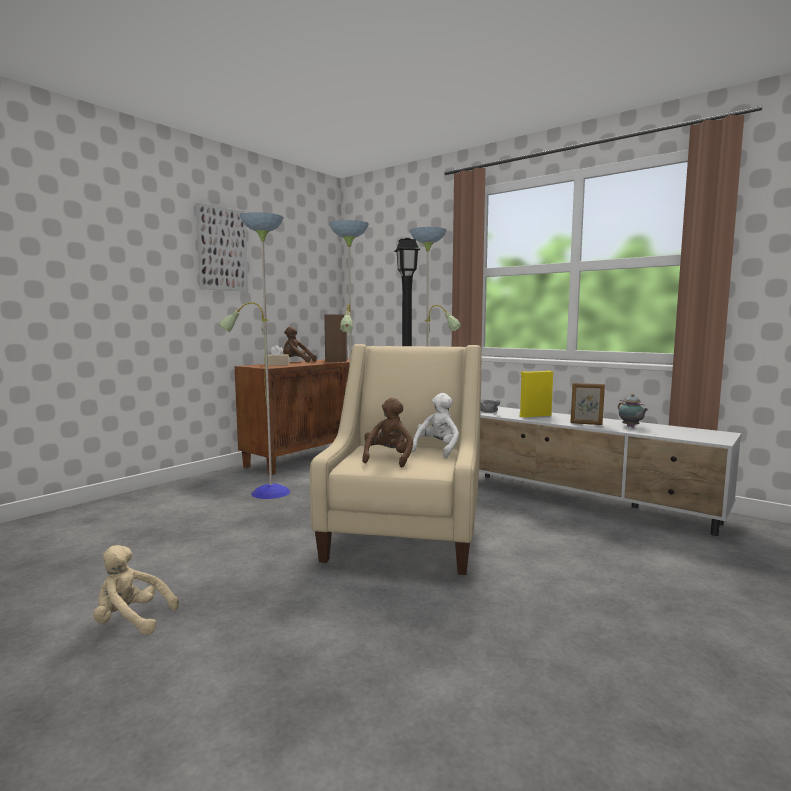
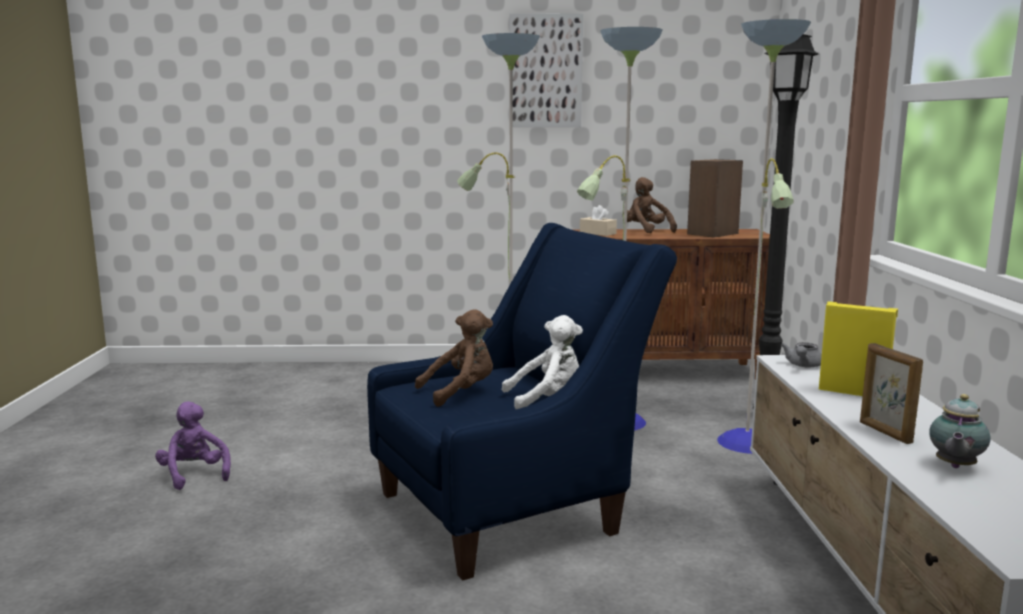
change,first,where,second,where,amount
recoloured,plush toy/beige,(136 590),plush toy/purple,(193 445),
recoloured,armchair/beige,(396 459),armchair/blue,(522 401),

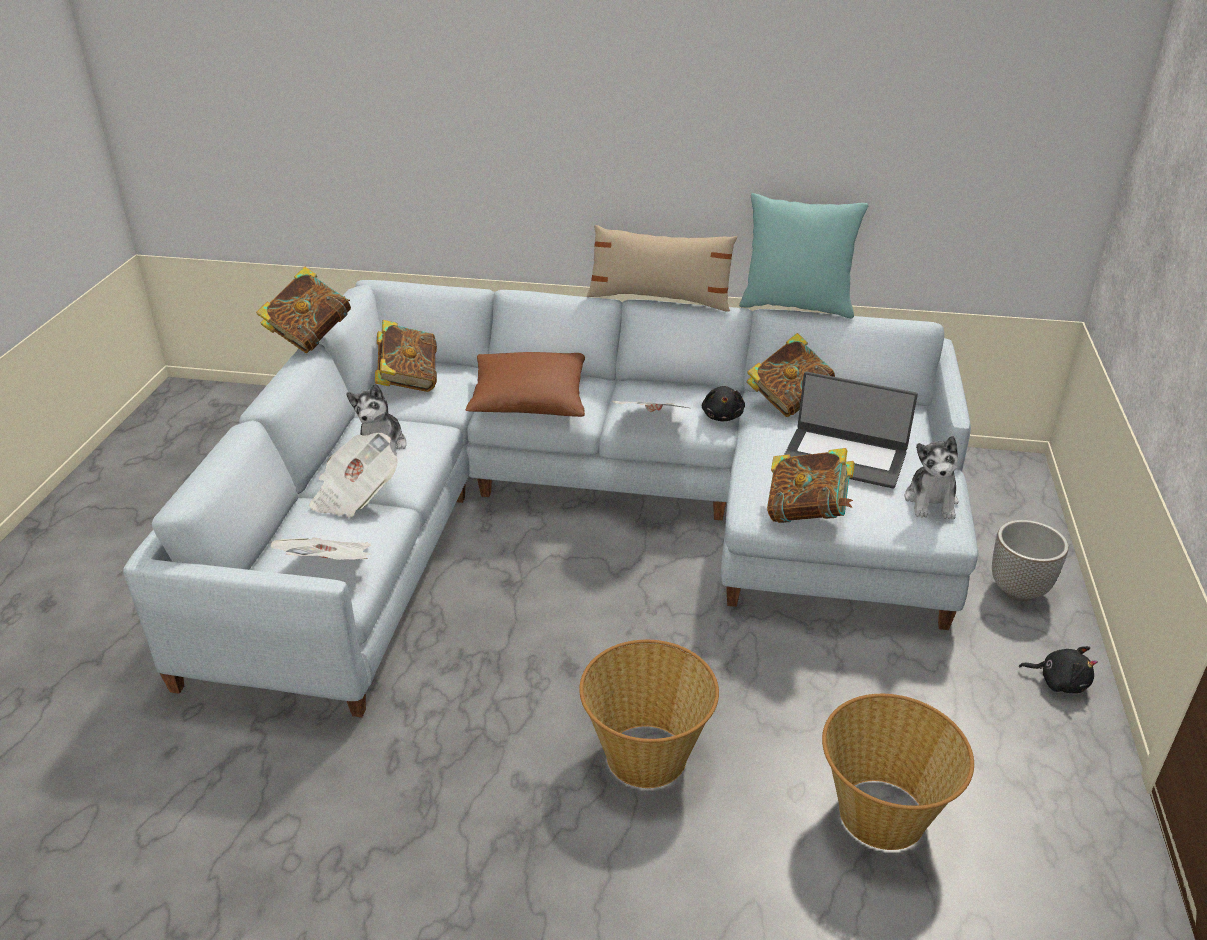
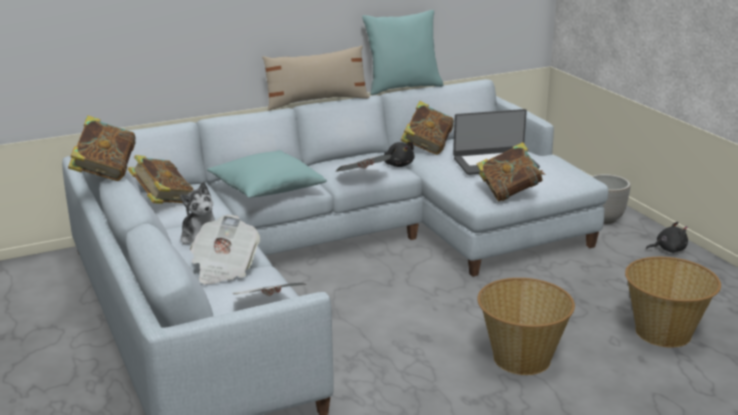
change,first,where,second,where,amount
removed,plush toy,(932 477),,,
recoloured,pillow/brown,(525 384),pillow/turquoise,(267 174),

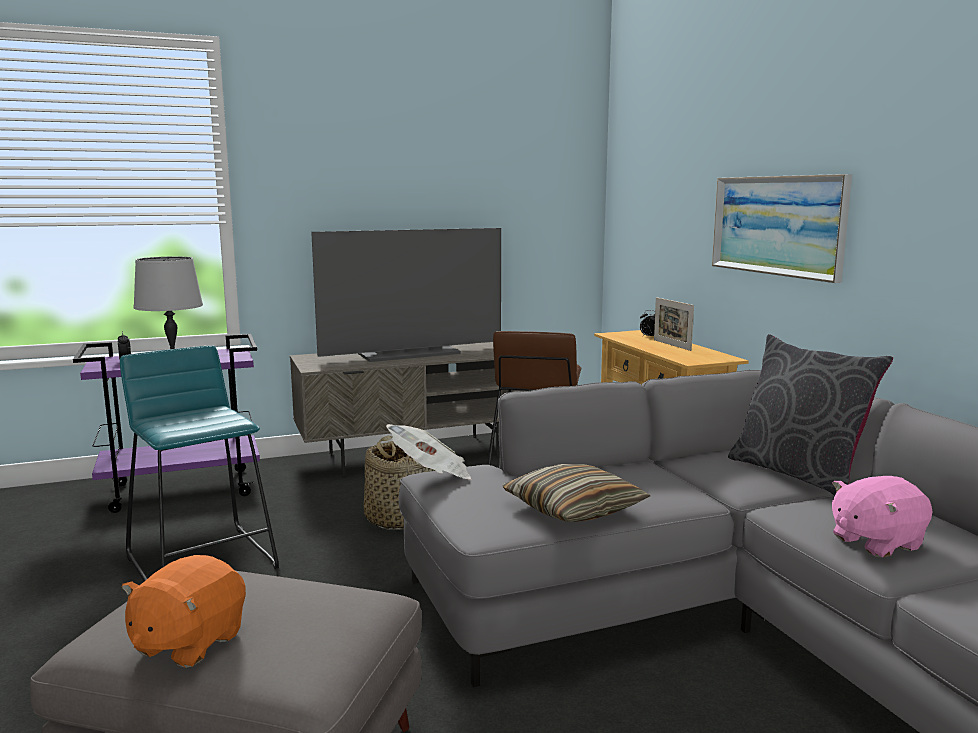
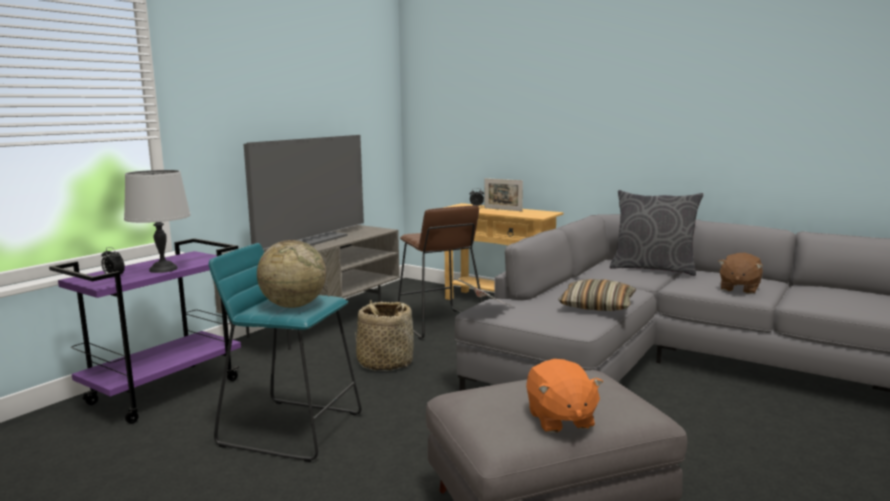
change,first,where,second,where,amount
removed,picture,(782 228),,,
added,,,globe,(291 274),
recoloured,plush toy/pink,(882 517),plush toy/brown,(740 273),

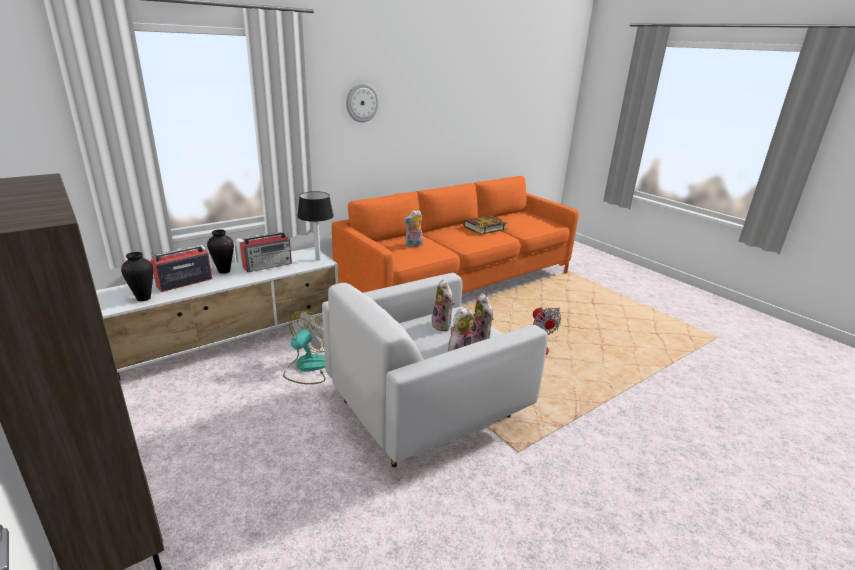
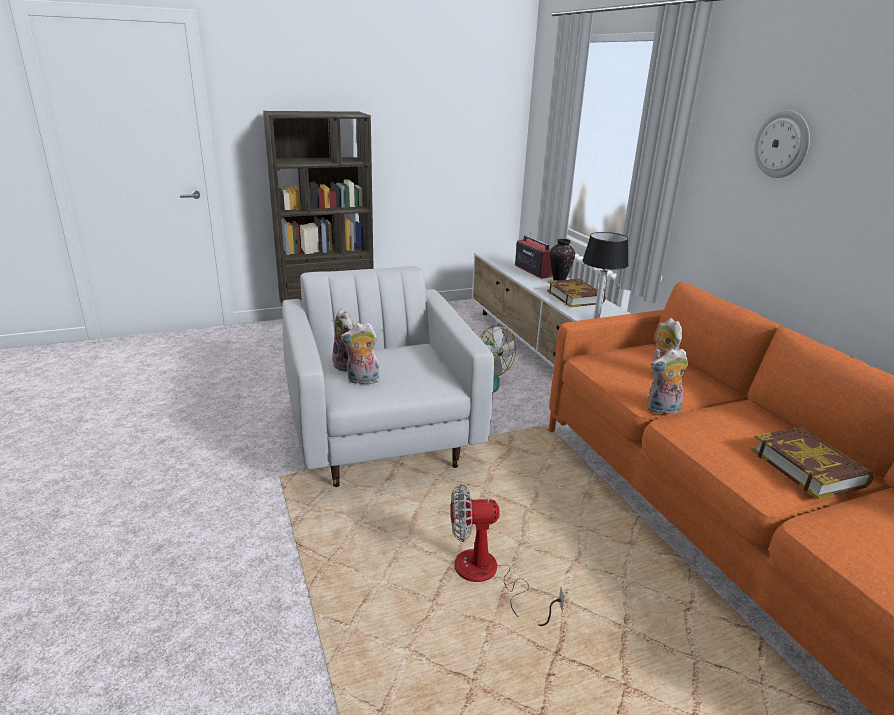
change,first,where,second,where,amount
removed,vase,(137 276),,,
moved,plush toy,(442 305),,(667 381),
replaced,radio,(266 252),book,(576 293),

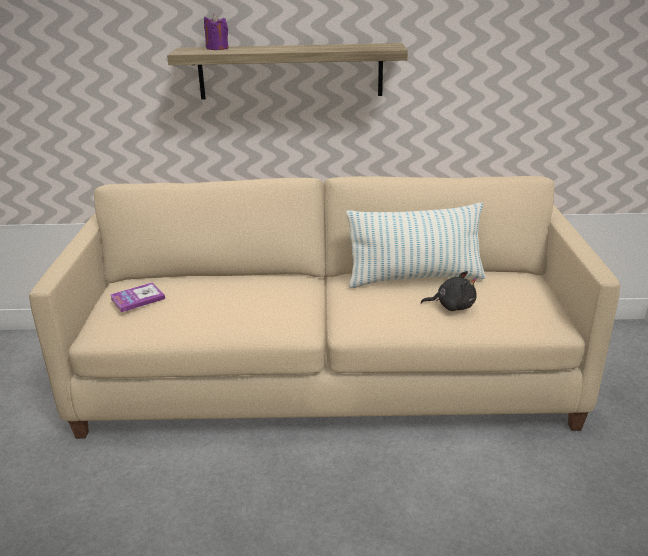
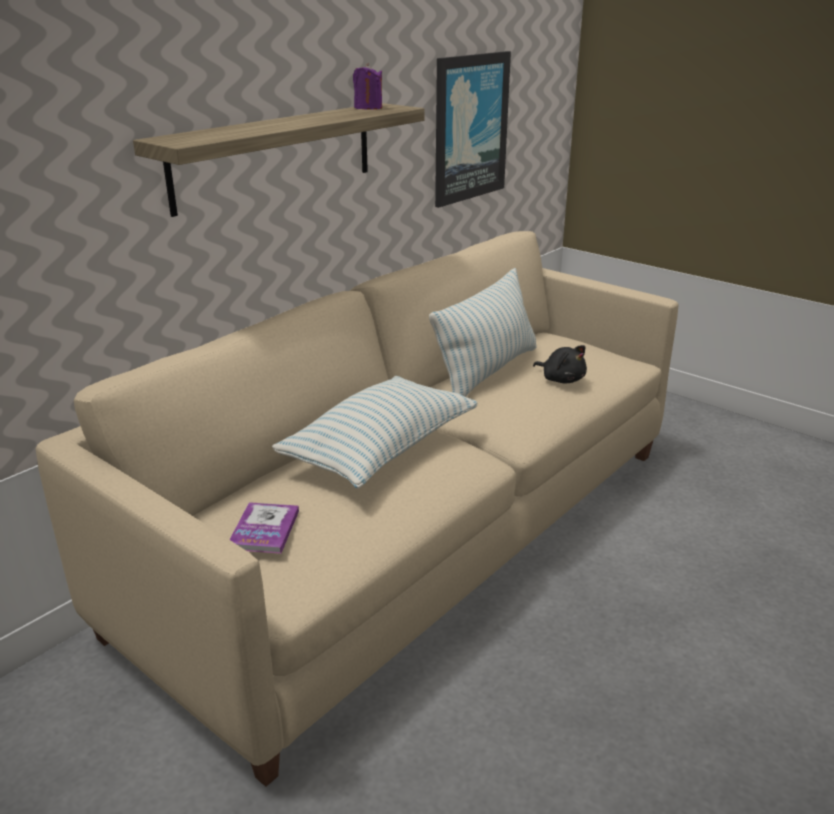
change,first,where,second,where,amount
added,,,pillow,(374 432),
added,,,picture,(473 129),
moved,candle/purple,(216 32),,(367 86),
turned,plush toy/black,(449 291),,(560 364),90 degrees clockwise

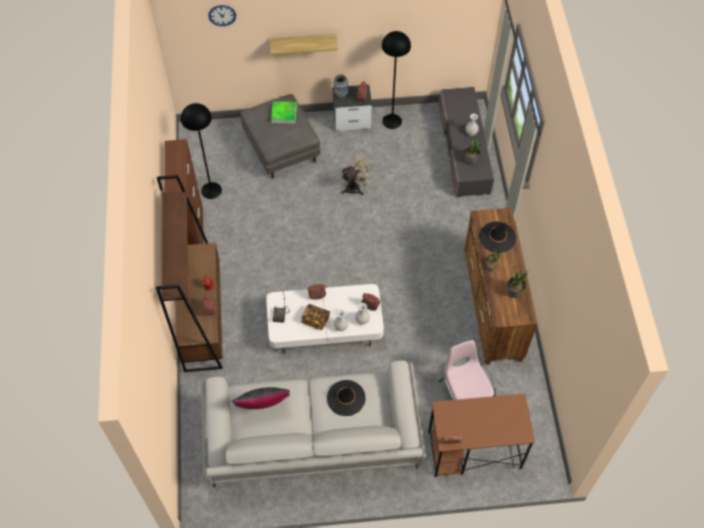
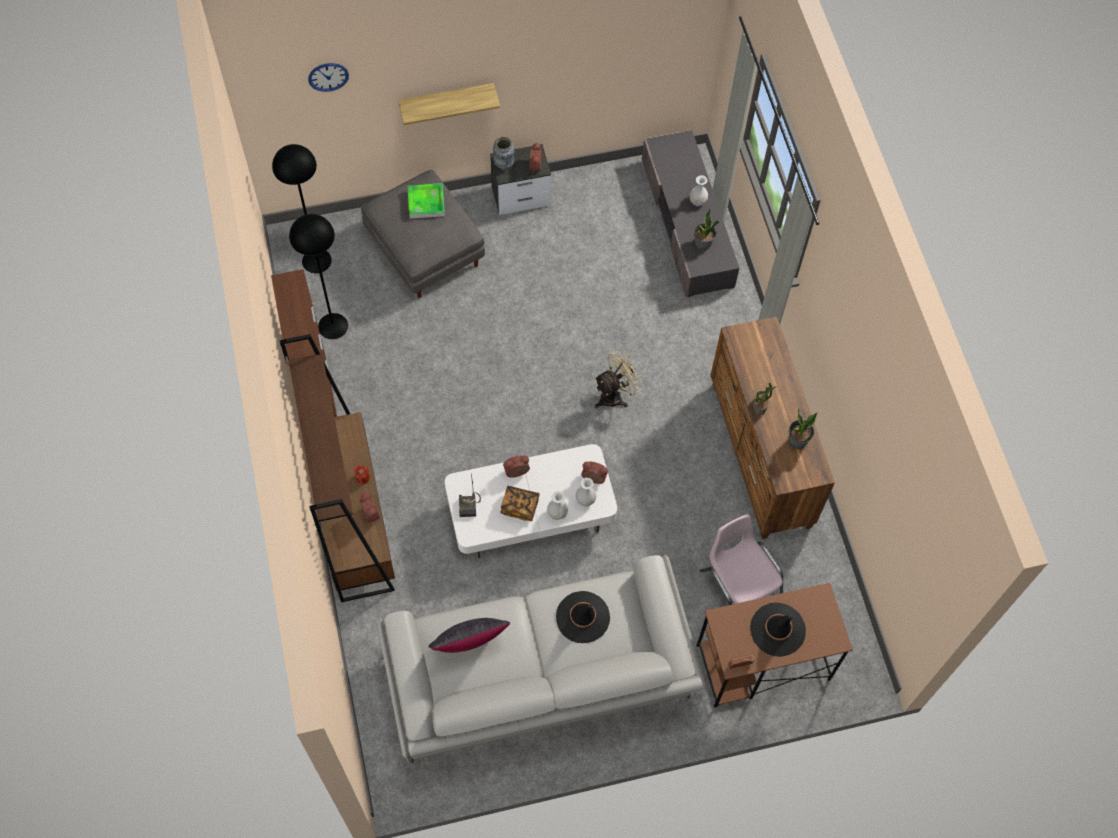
change,first,where,second,where,amount
moved,fan/beige,(357 174),,(619 378),
moved,floor lamp/black,(396 80),,(302 208),
moved,hat/black,(497 237),,(778 630),

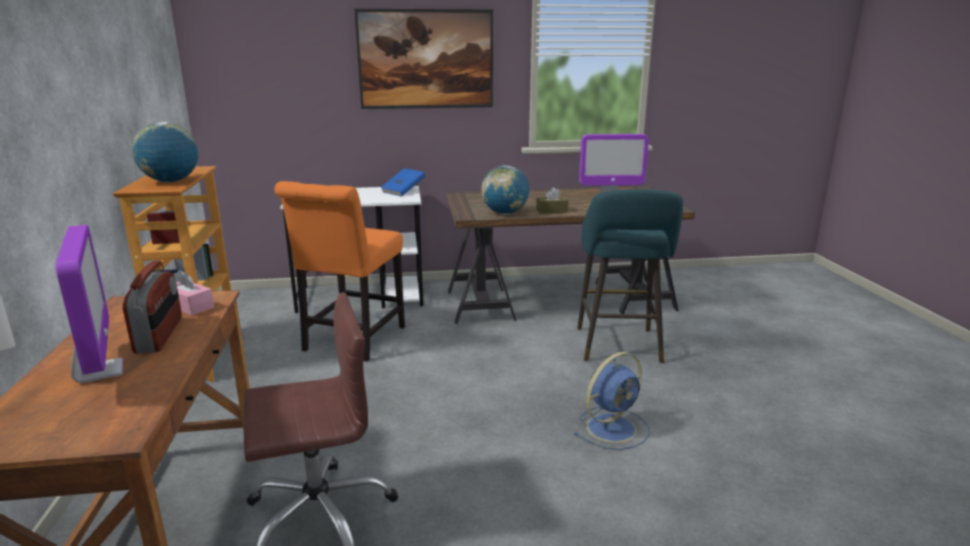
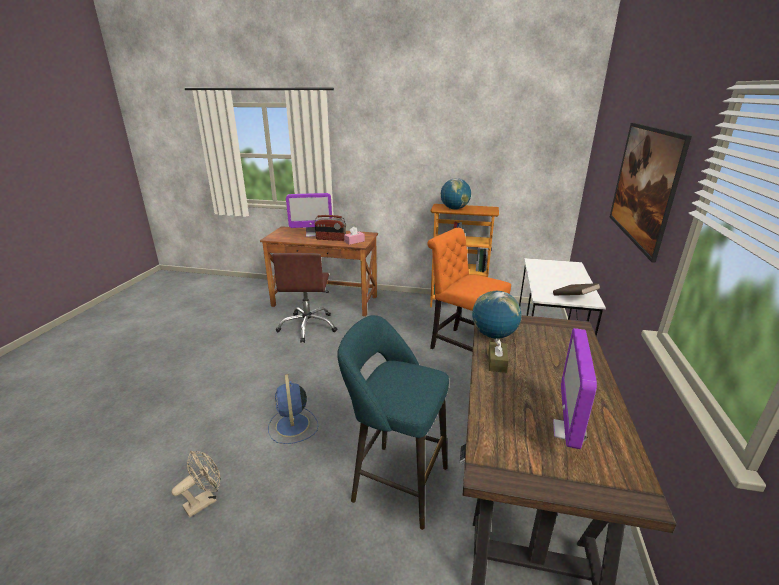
change,first,where,second,where,amount
added,,,fan/beige,(196 484),
recoloured,book/blue,(403 182),book/brown,(577 289),

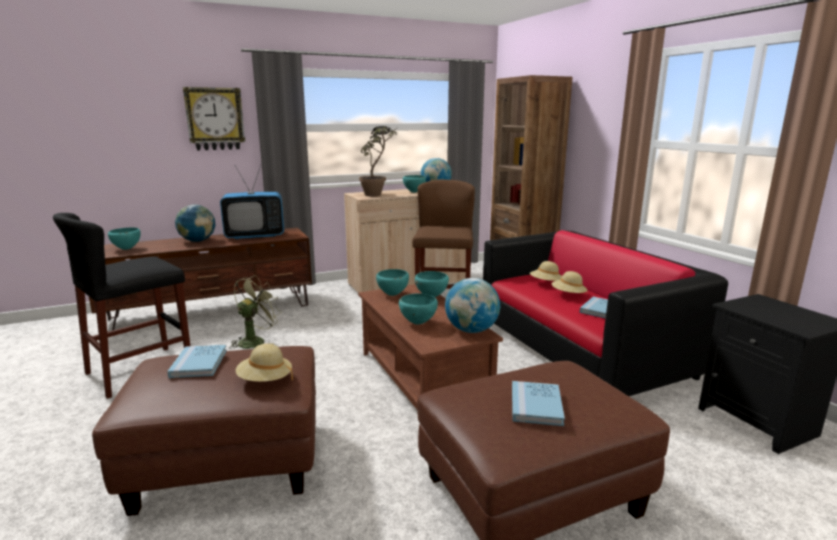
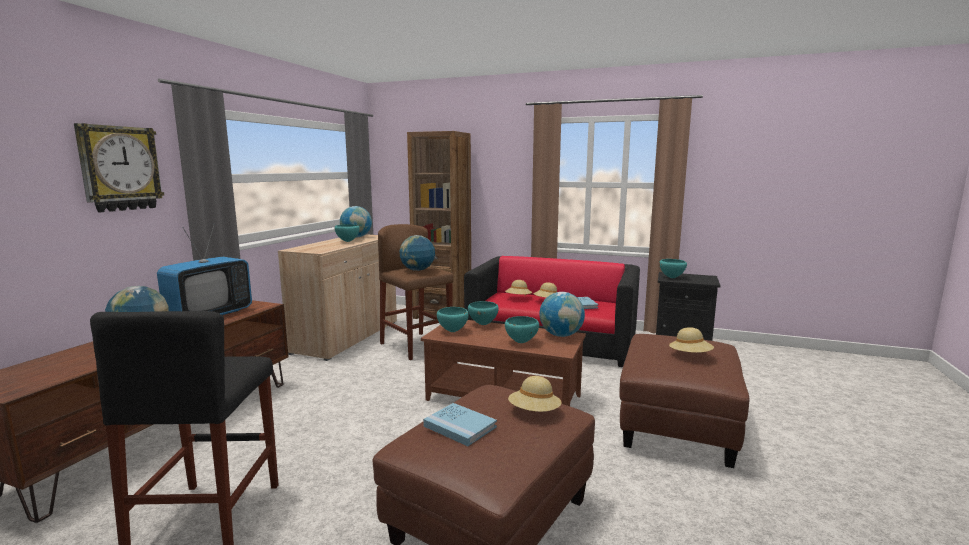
change,first,where,second,where,amount
removed,fan/green,(255 312),,,
removed,potted plant,(378 161),,,
added,,,globe,(417 253),
moved,bowl/turquoise,(124 239),,(673 268),
replaced,book/blue,(538 403),hat/beige,(691 340),

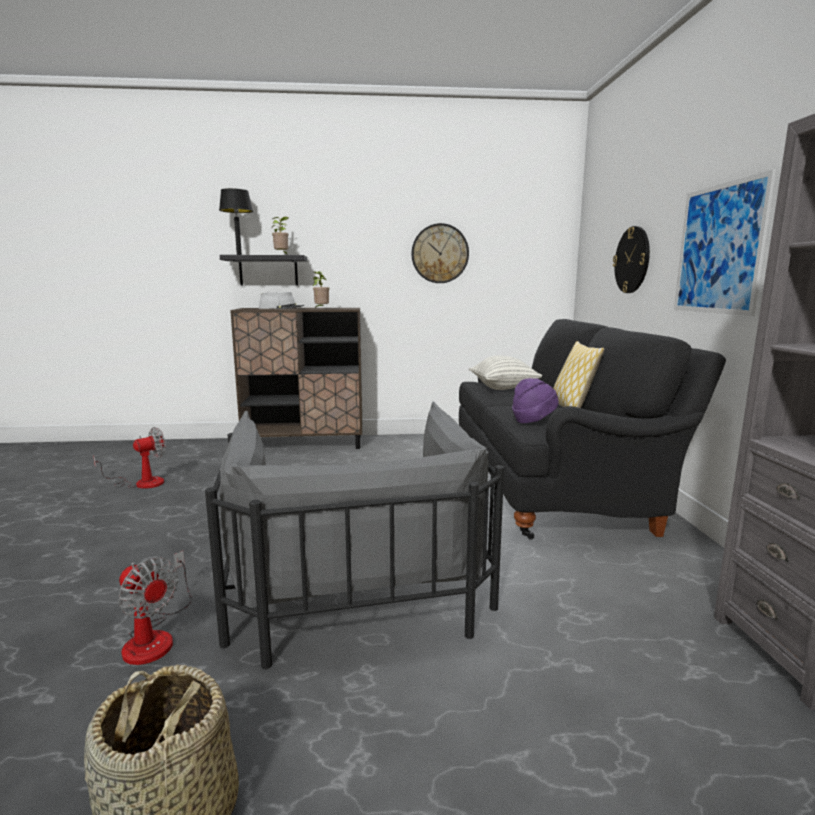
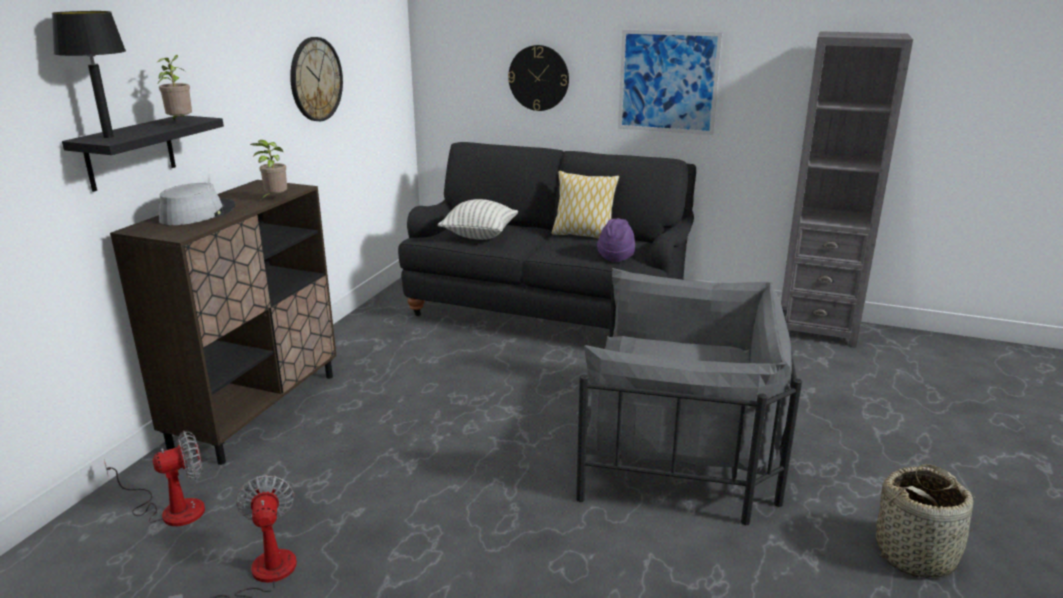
change,first,where,second,where,amount
moved,fan,(155 608),,(154 478),

